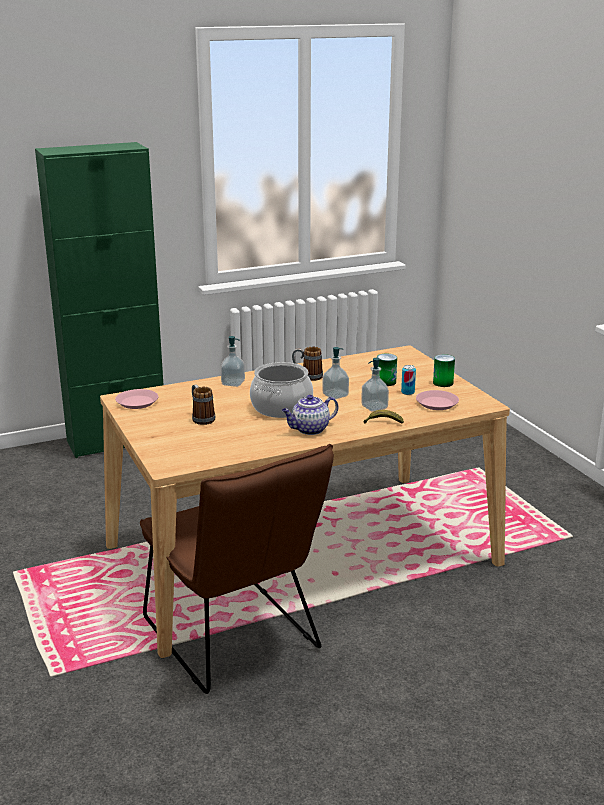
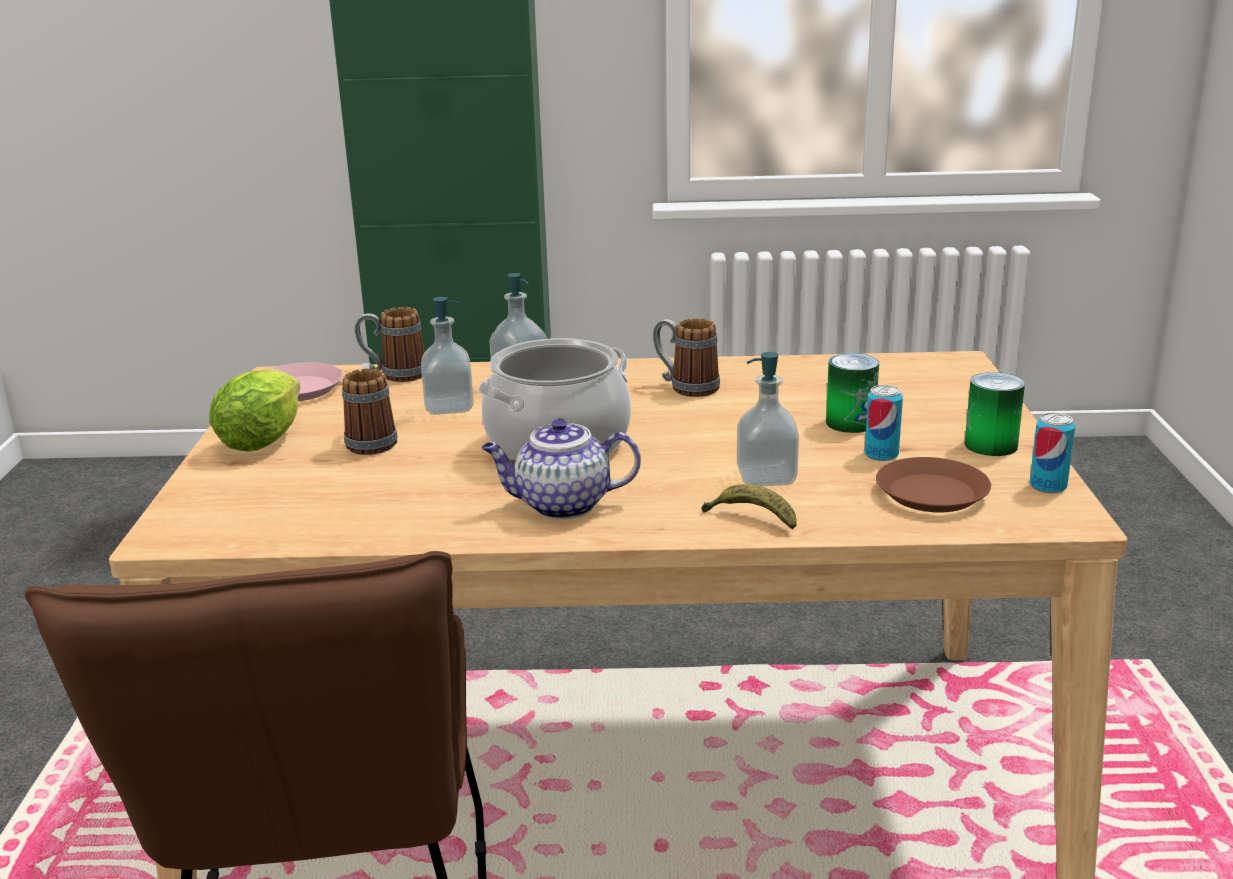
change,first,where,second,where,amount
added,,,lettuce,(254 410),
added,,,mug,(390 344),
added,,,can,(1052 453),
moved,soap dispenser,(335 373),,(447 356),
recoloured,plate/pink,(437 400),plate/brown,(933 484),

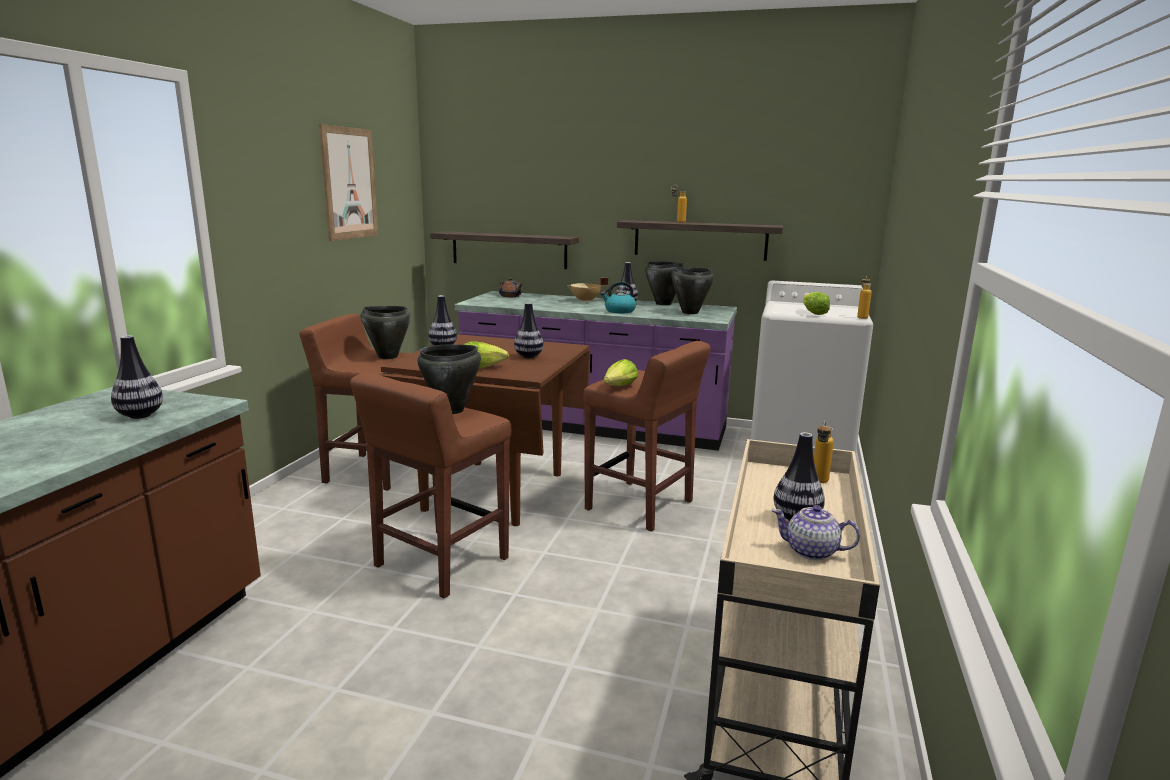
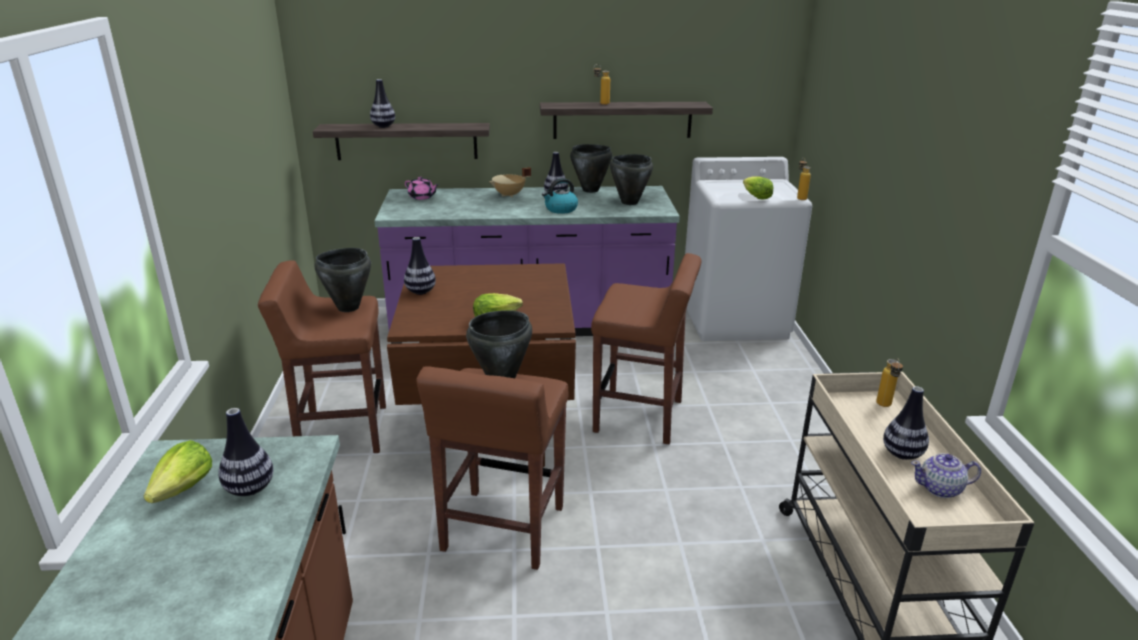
change,first,where,second,where,amount
removed,picture,(348 182),,,
moved,vase,(528 330),,(382 103),
moved,lettuce,(621 372),,(178 471),
recoloured,teapot/brown,(511 287),teapot/pink,(422 188),

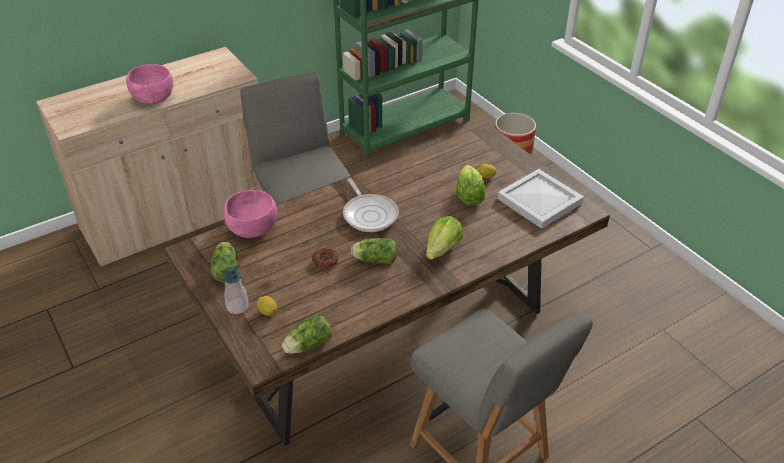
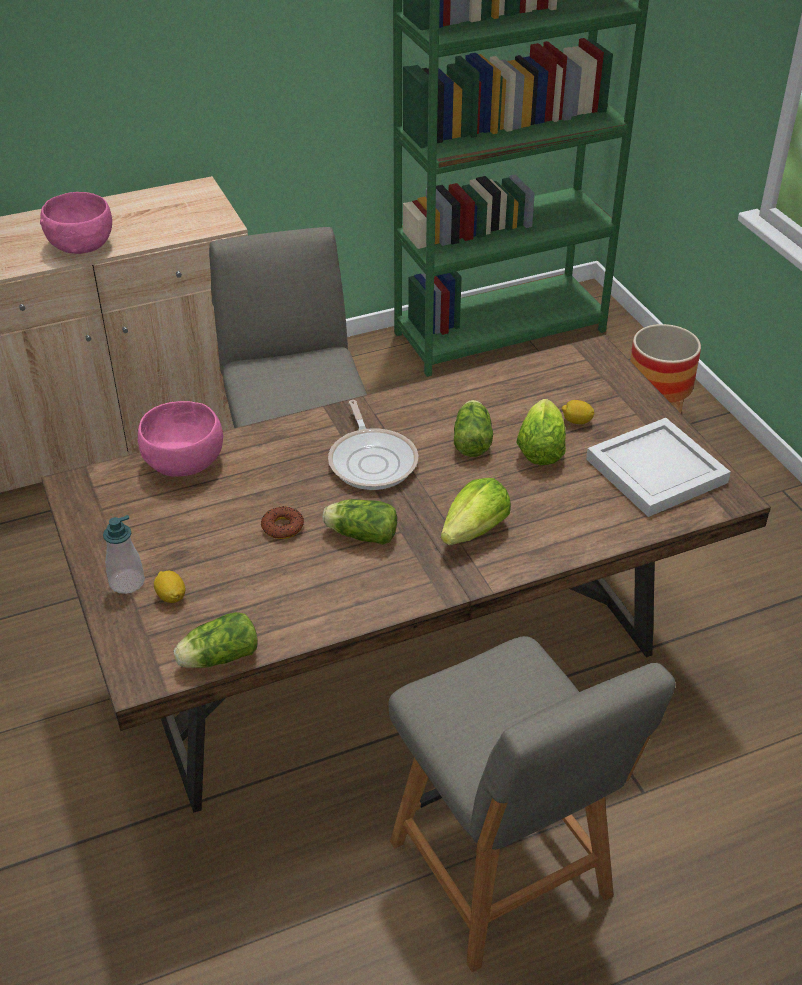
change,first,where,second,where,amount
moved,lettuce,(224 262),,(473 428),

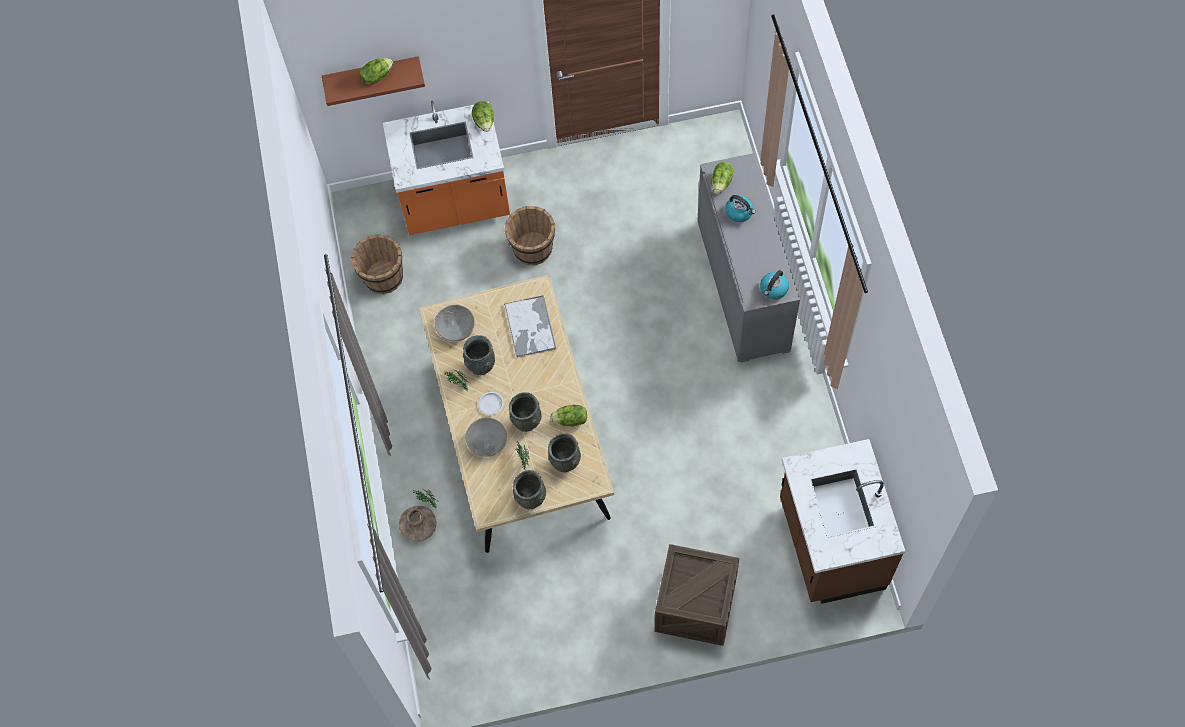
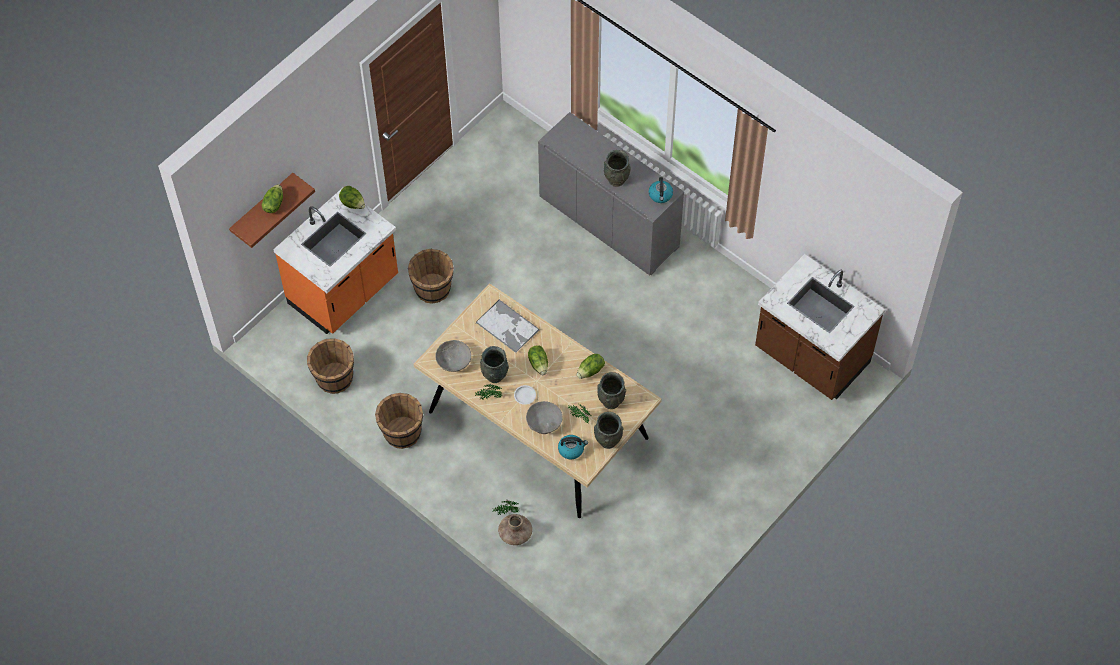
change,first,where,second,where,amount
removed,crate,(697 595),,,
added,,,bucket/brown,(399 421),
moved,vase/grey,(525 412),,(617 168),
moved,lettuce,(723 178),,(538 360),
moved,kettle,(740 208),,(573 447),

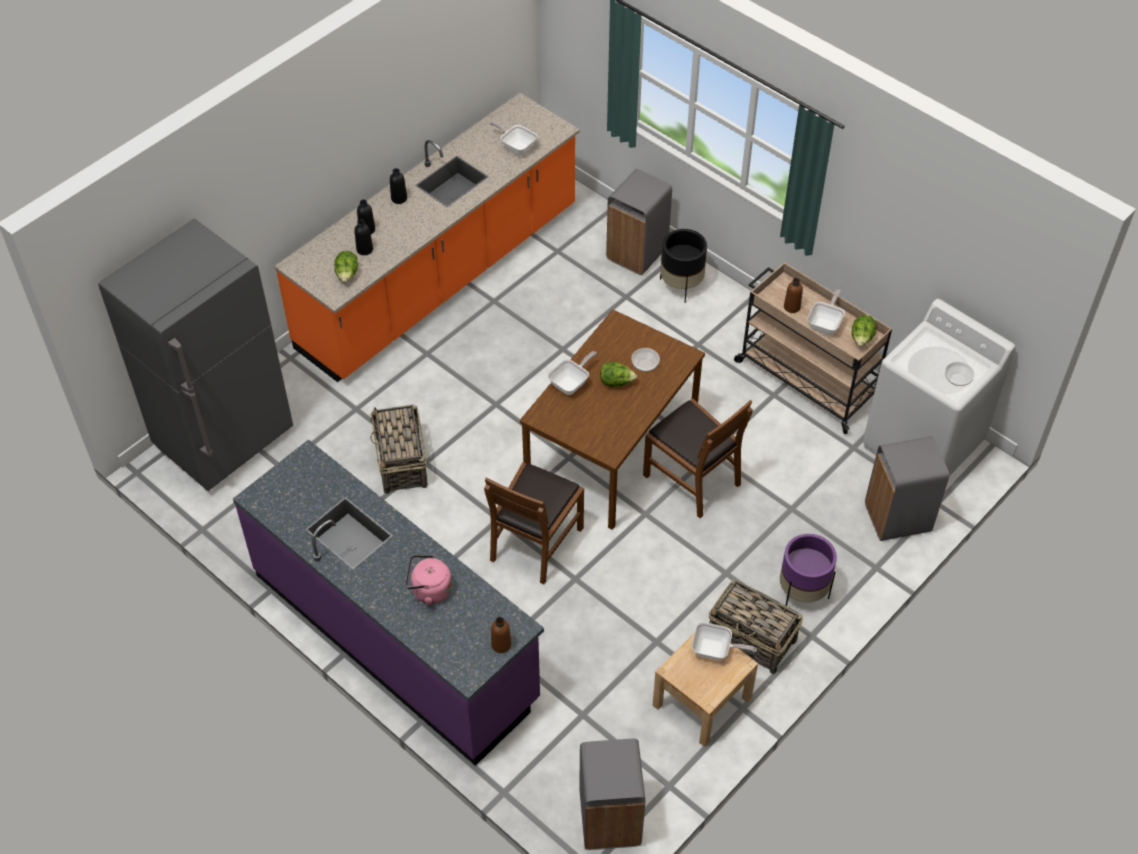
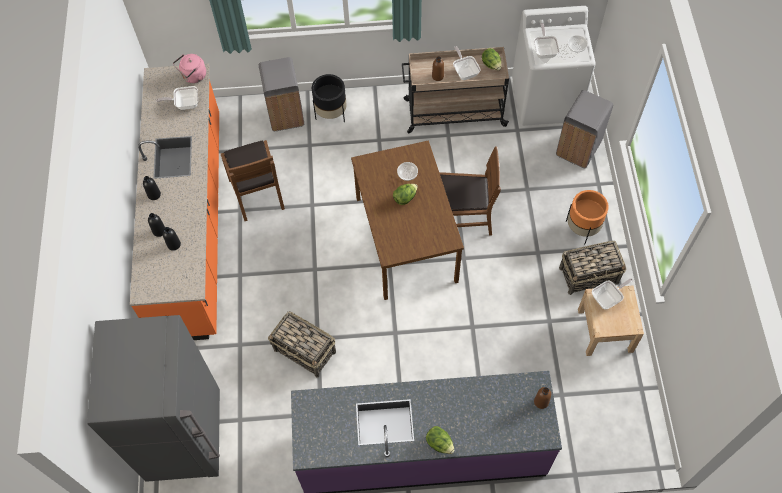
change,first,where,second,where,amount
removed,trash can/grey,(612 794),,,
moved,lettuce,(346 266),,(440 440),
moved,kettle/pink,(428 580),,(189 68),
moved,chair/brown,(534 523),,(253 180),
moved,frying pan,(572 373),,(547 41),
recoloured,planter/purple,(808 570),planter/orange,(587 217),

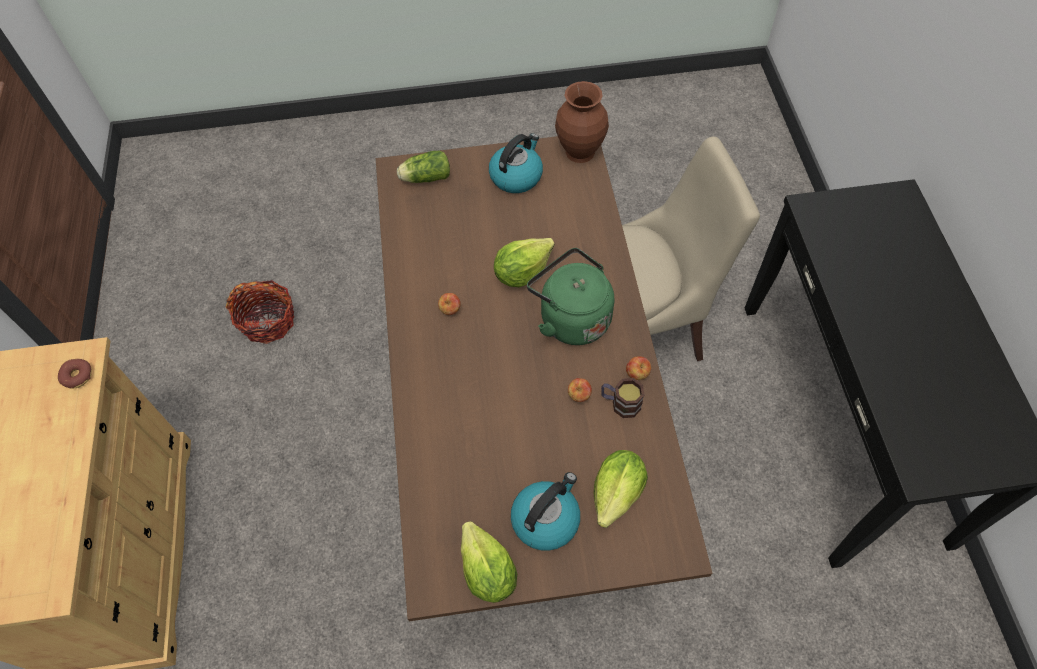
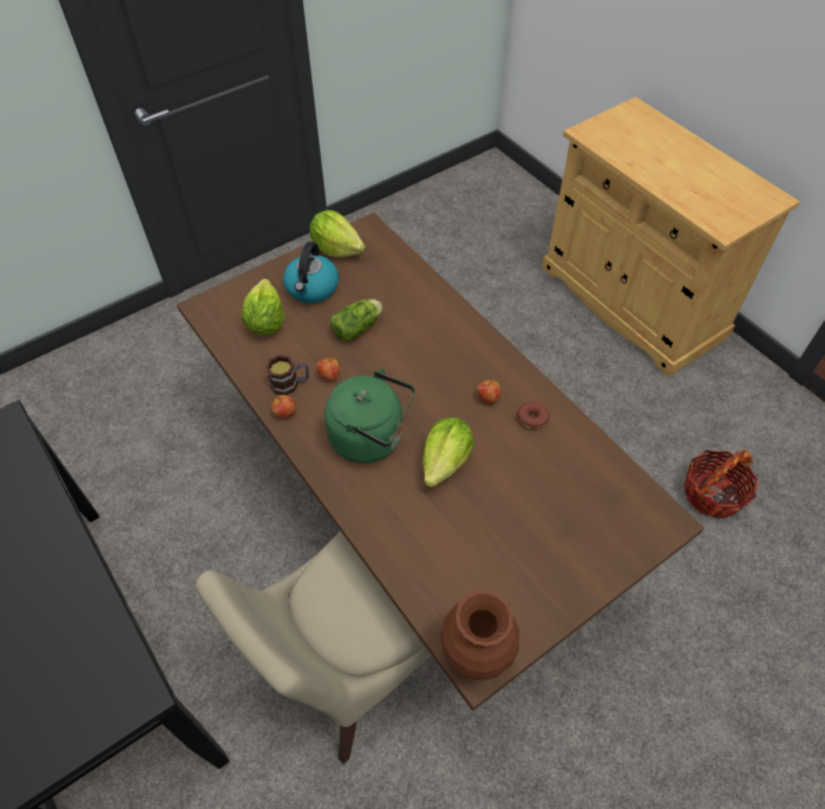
change,first,where,second,where,amount
removed,kettle,(516 163),,,
moved,donut,(75 374),,(533 415),
moved,lettuce,(423 167),,(356 320),

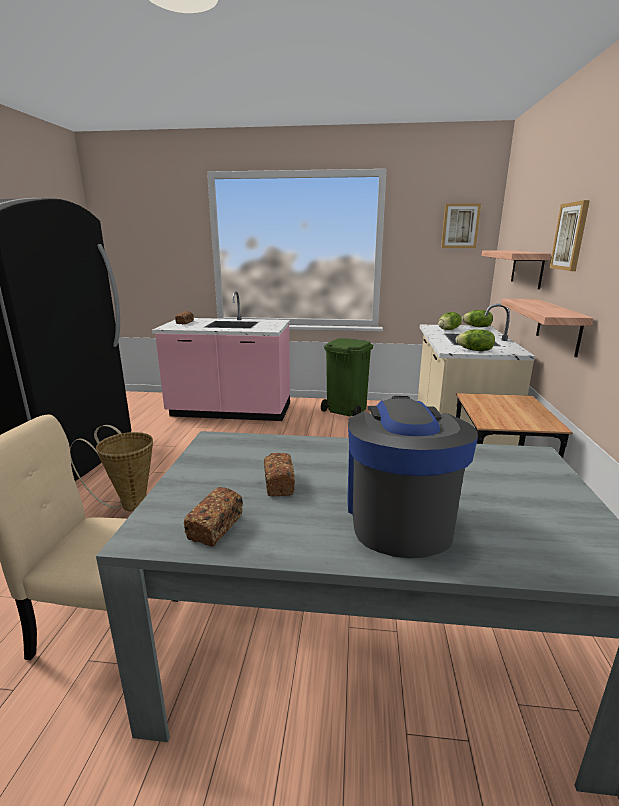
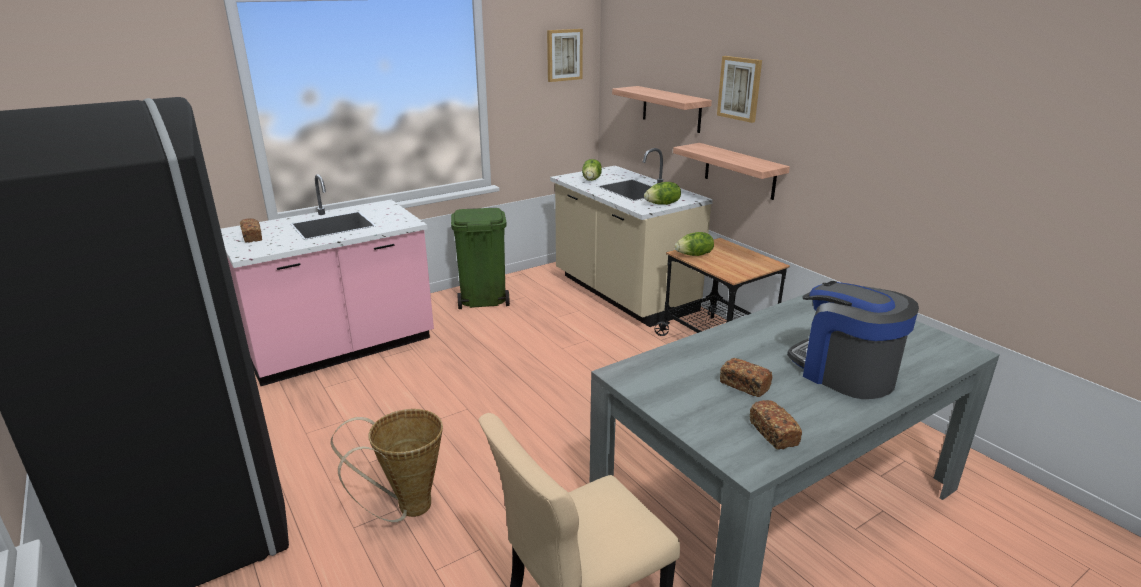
change,first,where,second,where,amount
moved,lettuce,(477 318),,(694 244),

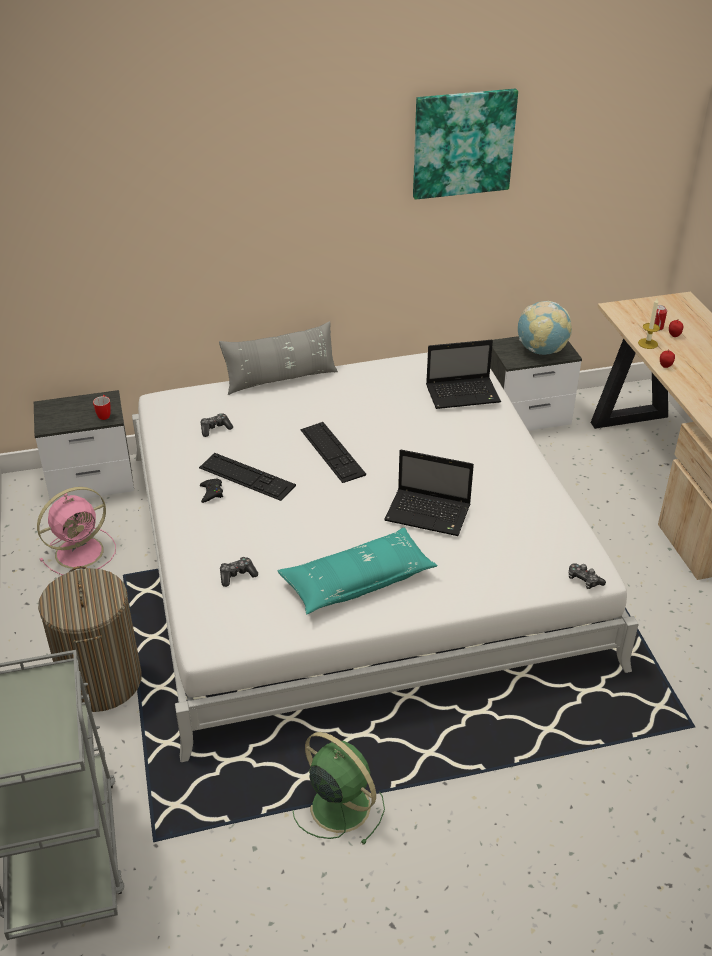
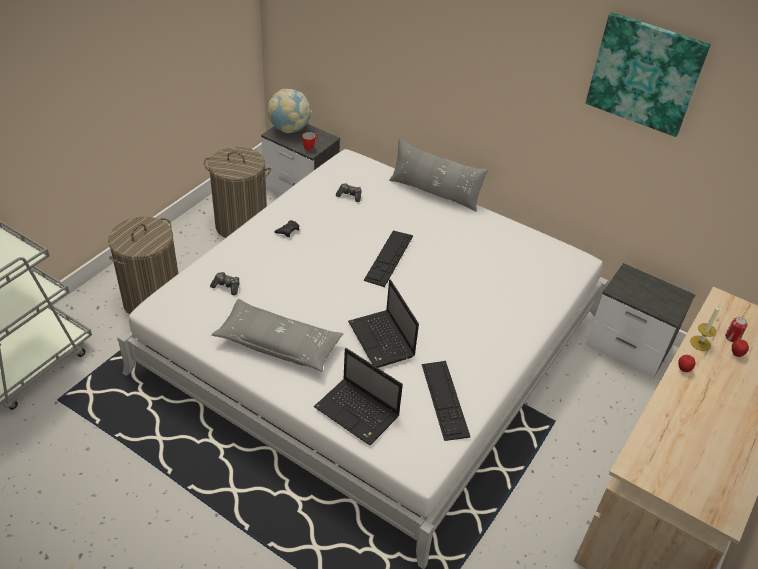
change,first,where,second,where,amount
removed,fan/green,(339 788),,,
removed,game controller,(587 576),,,
moved,keyboard,(247 477),,(446 401),
moved,laptop,(463 374),,(358 397),
moved,globe,(545 328),,(290 111),
replaced,fan/pink,(76 531),laundry basket,(237 192),
recoloured,pillow/turquoise,(357 571),pillow/grey,(277 335),

